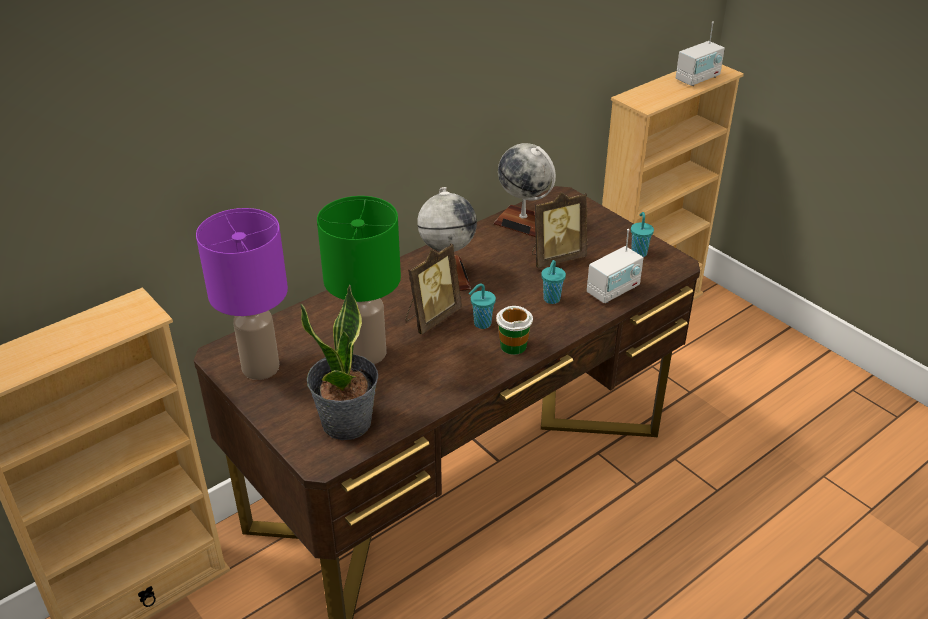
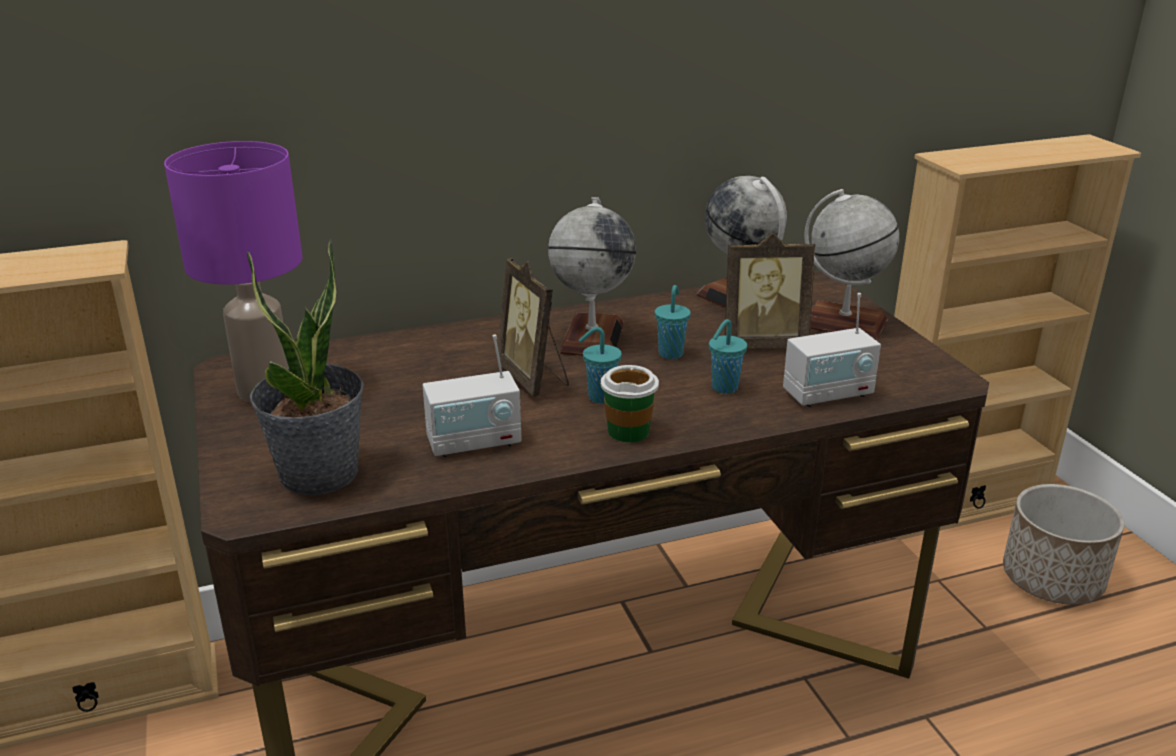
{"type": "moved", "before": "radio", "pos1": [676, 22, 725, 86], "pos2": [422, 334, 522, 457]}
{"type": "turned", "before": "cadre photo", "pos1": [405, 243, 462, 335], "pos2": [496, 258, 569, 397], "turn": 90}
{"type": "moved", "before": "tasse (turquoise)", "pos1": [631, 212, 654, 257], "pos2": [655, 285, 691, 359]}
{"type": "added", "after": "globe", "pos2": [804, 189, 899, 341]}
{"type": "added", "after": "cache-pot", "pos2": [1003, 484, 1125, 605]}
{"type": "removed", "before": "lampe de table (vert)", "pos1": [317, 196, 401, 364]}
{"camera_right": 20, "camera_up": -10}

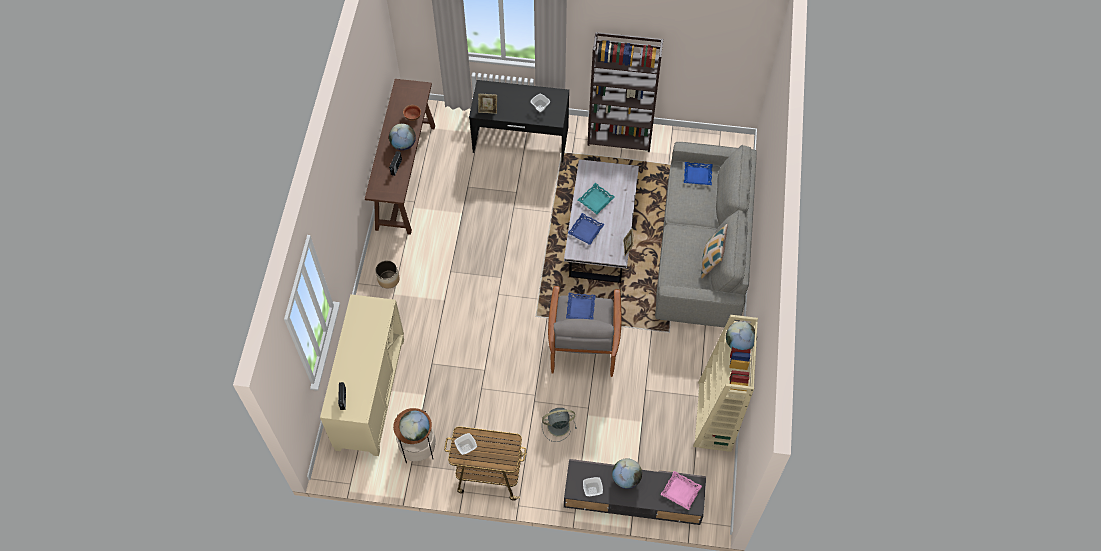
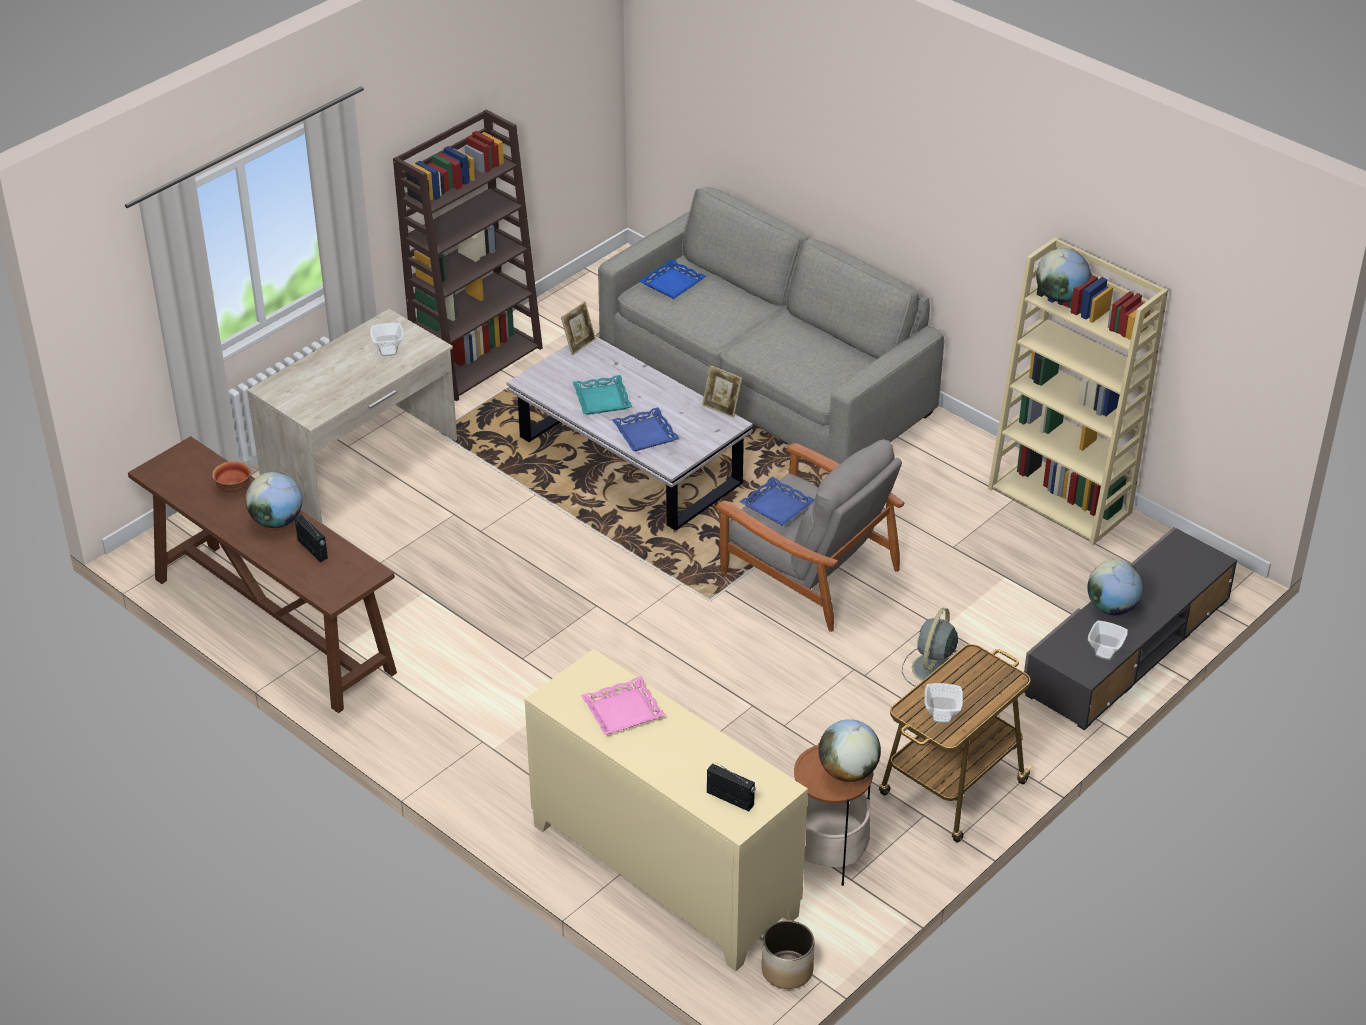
{"type": "recoloured", "before": "bureau (noir)", "after": "bureau (beige)", "pos1": [469, 80, 569, 162], "pos2": [247, 309, 457, 525]}
{"type": "moved", "before": "cadre photo", "pos1": [478, 94, 497, 114], "pos2": [561, 302, 596, 355]}
{"type": "moved", "before": "plateau (rose)", "pos1": [661, 471, 702, 510], "pos2": [581, 677, 665, 735]}
{"type": "moved", "before": "cache-pot", "pos1": [375, 260, 399, 289], "pos2": [762, 920, 815, 989]}
{"type": "removed", "before": "coussin", "pos1": [701, 224, 728, 278]}
{"camera_right": -55, "camera_up": -20}

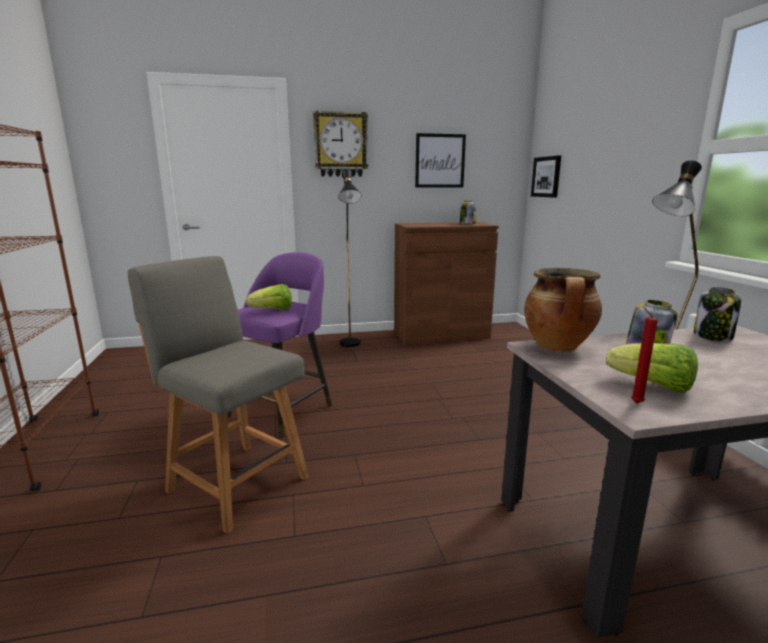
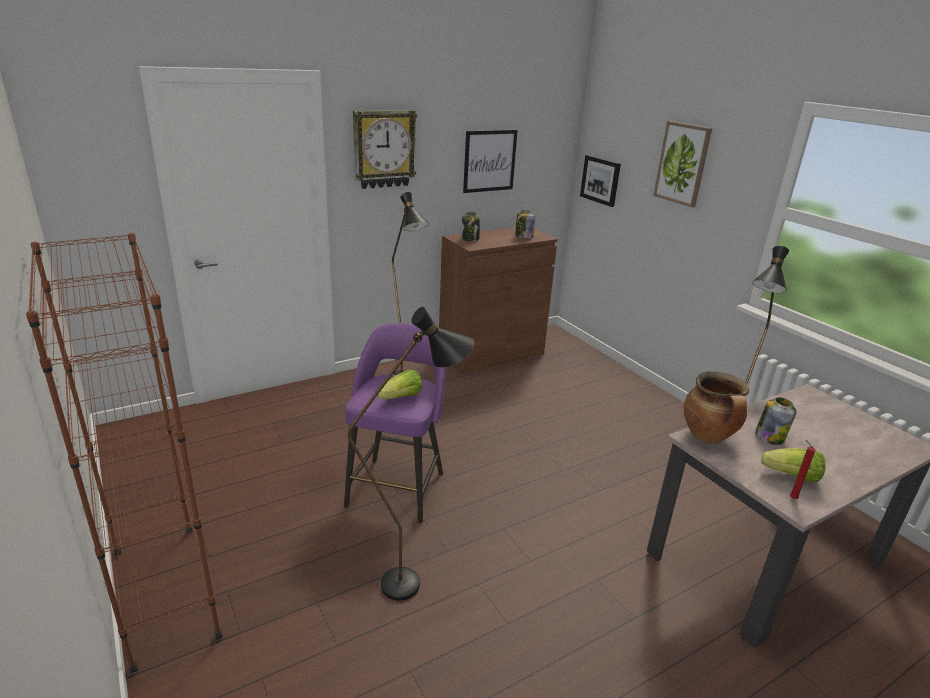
{"type": "replaced", "before": "chaise (gris)", "after": "lampadaire (noir)", "pos1": [128, 256, 309, 534], "pos2": [348, 307, 474, 601]}
{"type": "moved", "before": "bocal", "pos1": [694, 287, 741, 342], "pos2": [462, 212, 480, 242]}
{"type": "added", "after": "tableau", "pos2": [653, 121, 712, 207]}
{"camera_right": -20, "camera_up": 10}

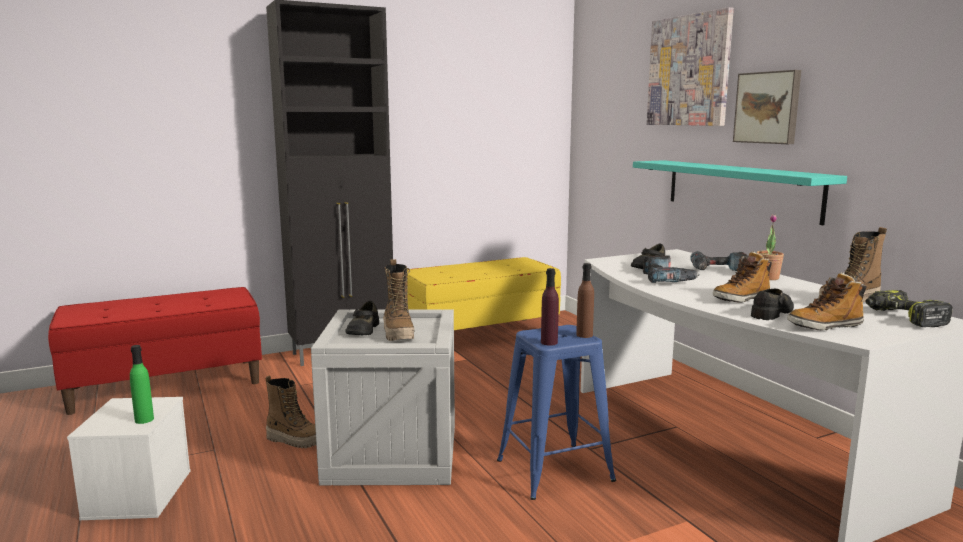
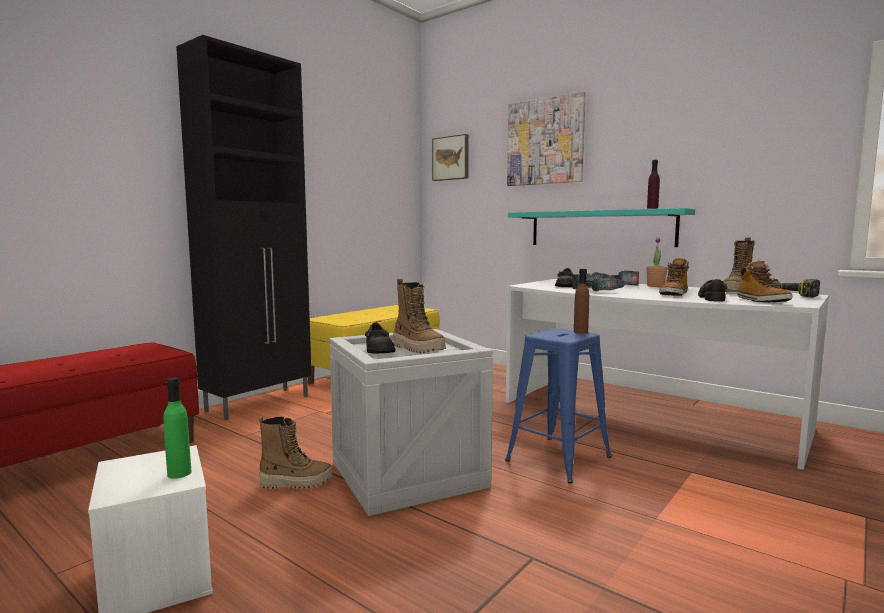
{"type": "moved", "before": "tableau", "pos1": [733, 70, 801, 144], "pos2": [432, 134, 469, 181]}
{"type": "moved", "before": "bouteille (violet)", "pos1": [541, 268, 559, 346], "pos2": [647, 160, 660, 209]}
{"type": "turned", "before": "botte", "pos1": [787, 272, 867, 330], "pos2": [737, 260, 793, 303], "turn": -60}
{"camera_right": -25, "camera_up": -5}

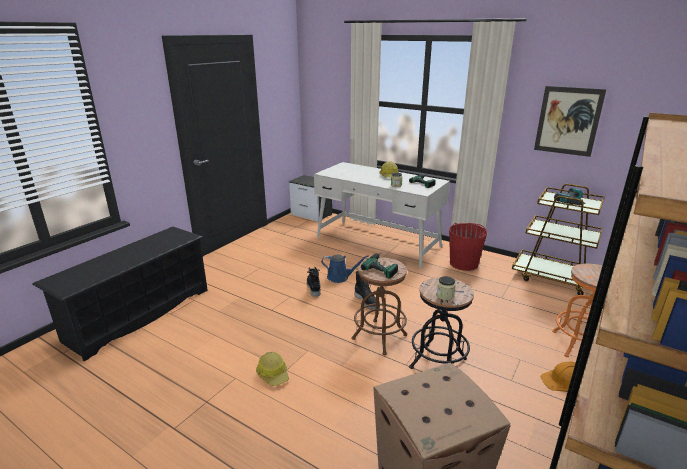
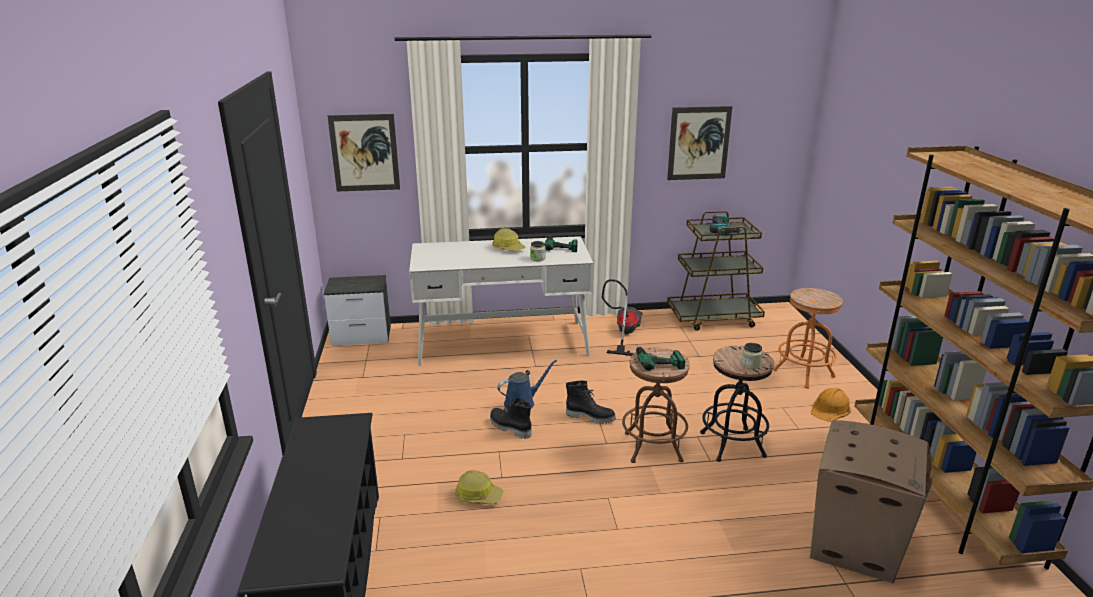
{"type": "added", "after": "tableau", "pos2": [327, 114, 400, 192]}
{"type": "moved", "before": "casque de chantier", "pos1": [256, 352, 289, 386], "pos2": [455, 470, 504, 504]}
{"type": "replaced", "before": "seau (rouge)", "after": "aspirateur", "pos1": [449, 223, 487, 271], "pos2": [602, 279, 643, 356]}
{"camera_right": -40, "camera_up": 0}

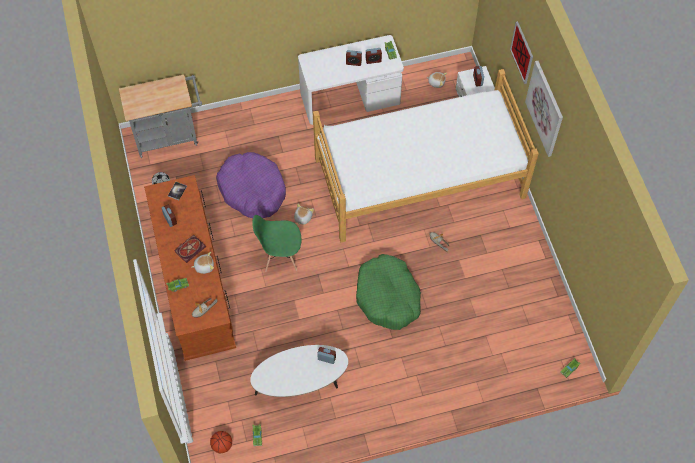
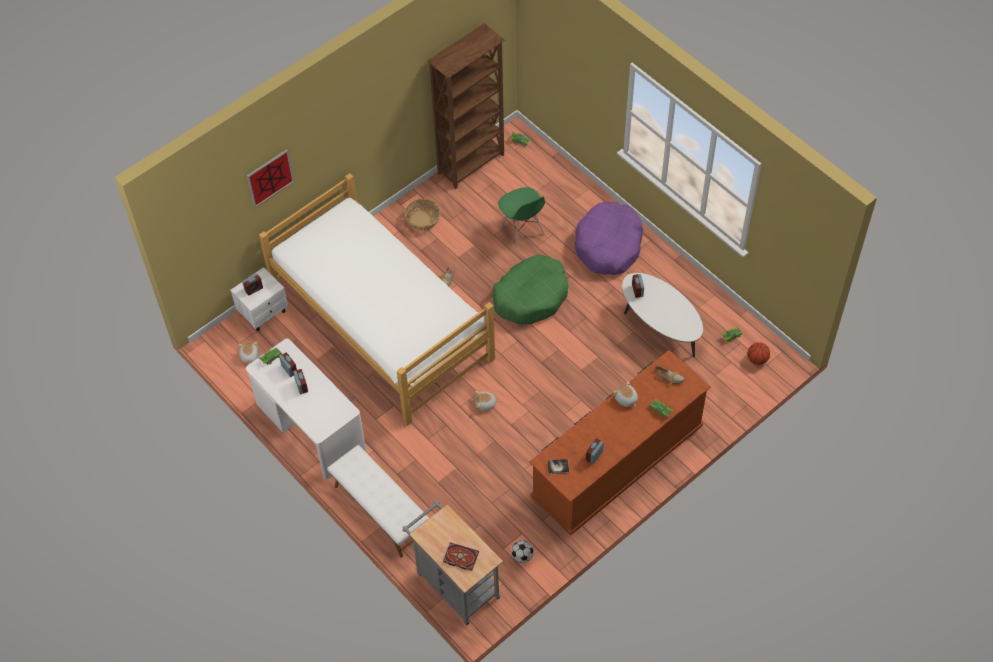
{"type": "added", "after": "banc (blanc)", "pos2": [327, 445, 429, 557]}
{"type": "added", "after": "panier", "pos2": [405, 199, 441, 231]}
{"type": "added", "after": "bibliothèque (marron)", "pos2": [427, 23, 505, 189]}
{"type": "moved", "before": "livre", "pos1": [174, 235, 206, 263], "pos2": [443, 542, 479, 571]}
{"type": "moved", "before": "chaise (vert)", "pos1": [252, 215, 301, 271], "pos2": [498, 187, 545, 248]}
{"type": "moved", "before": "panier pour chien (violet)", "pos1": [216, 152, 286, 218], "pos2": [574, 202, 643, 275]}
{"type": "removed", "before": "tableau", "pos1": [525, 61, 563, 157]}
{"camera_right": -115, "camera_up": -5}

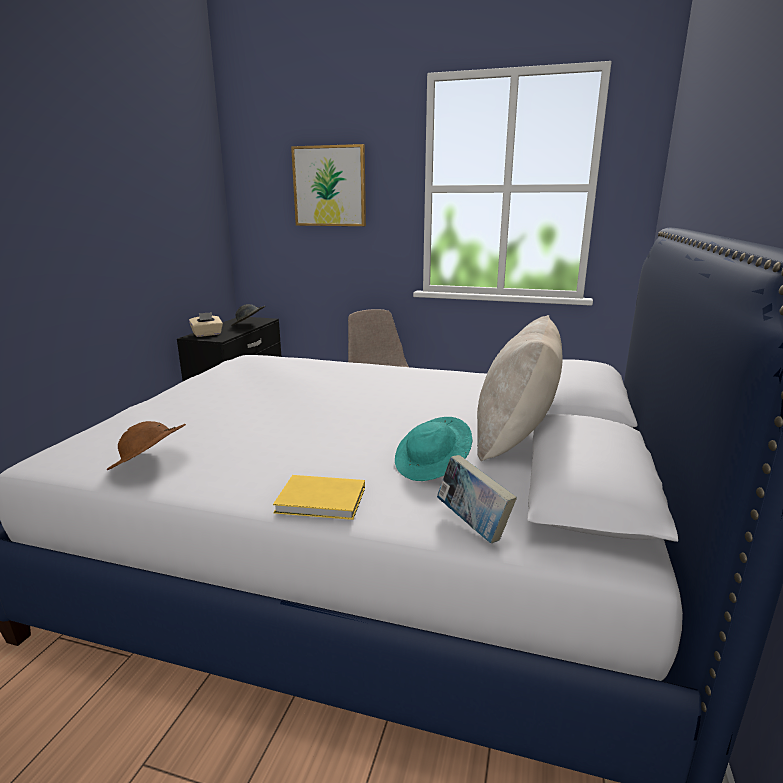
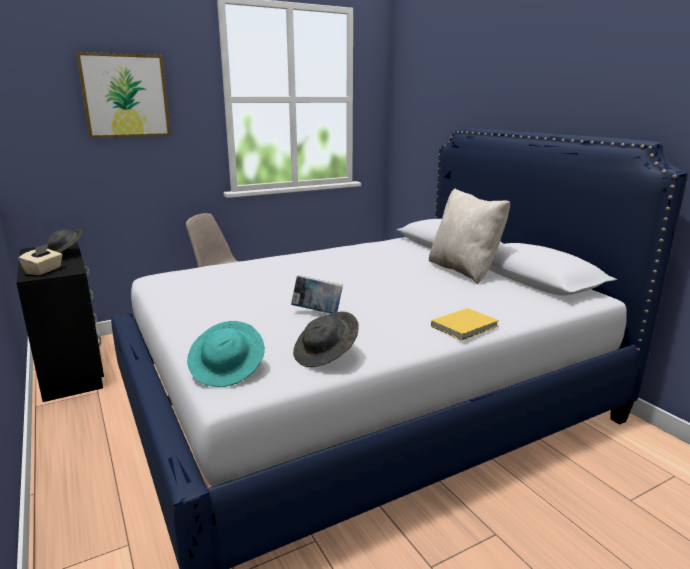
{"type": "moved", "before": "chapeau (turquoise)", "pos1": [395, 417, 472, 481], "pos2": [187, 321, 265, 387]}
{"type": "moved", "before": "livre", "pos1": [437, 455, 517, 543], "pos2": [291, 275, 343, 314]}
{"type": "recoloured", "before": "chapeau (marron)", "after": "chapeau (gris)", "pos1": [107, 421, 186, 470], "pos2": [293, 312, 359, 367]}
{"camera_right": -45, "camera_up": 0}

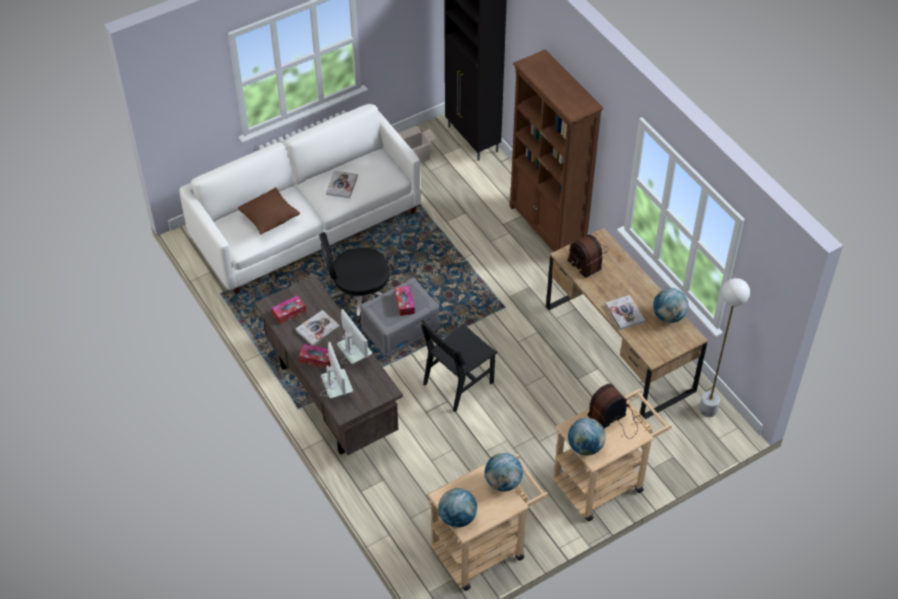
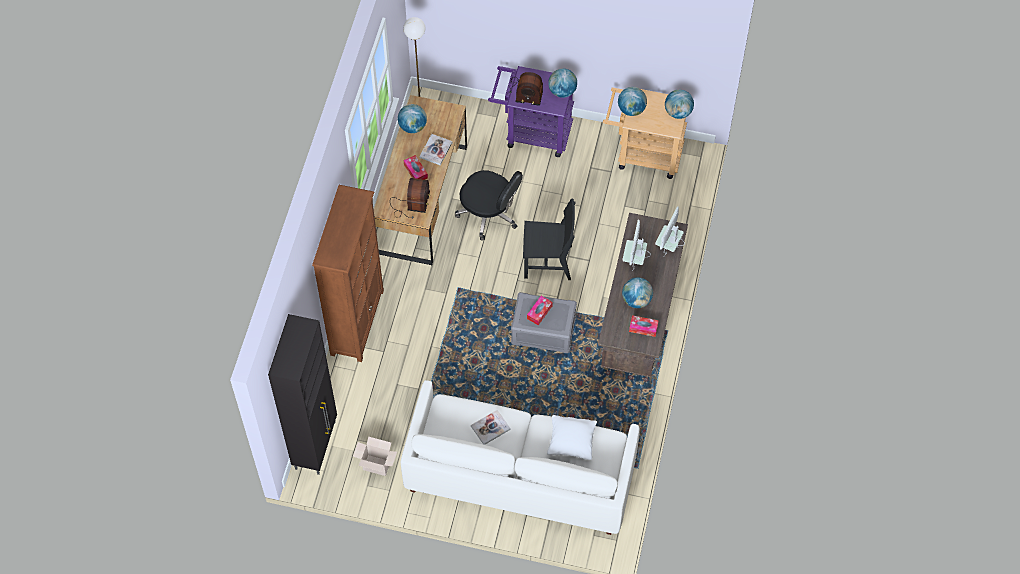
{"type": "moved", "before": "boîte à mouchoirs", "pos1": [299, 344, 330, 368], "pos2": [404, 155, 428, 180]}
{"type": "moved", "before": "chaise de bureau (noir)", "pos1": [319, 232, 389, 325], "pos2": [455, 170, 523, 241]}
{"type": "recoloured", "before": "chariot (beige)", "after": "chariot (violet)", "pos1": [553, 389, 672, 521], "pos2": [488, 66, 574, 157]}
{"type": "recoloured", "before": "coussin (marron)", "after": "coussin (blanc)", "pos1": [238, 187, 300, 234], "pos2": [547, 415, 597, 460]}
{"type": "replaced", "before": "livre", "after": "globe", "pos1": [295, 310, 340, 346], "pos2": [622, 277, 653, 308]}
{"camera_right": -135, "camera_up": 10}

